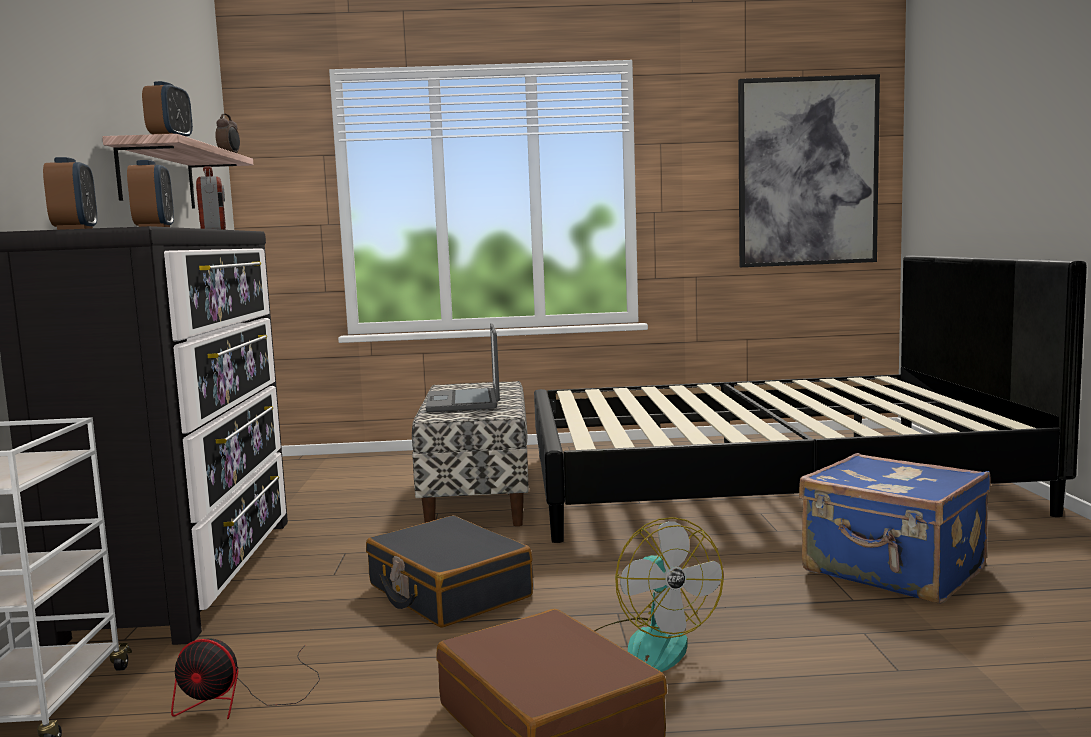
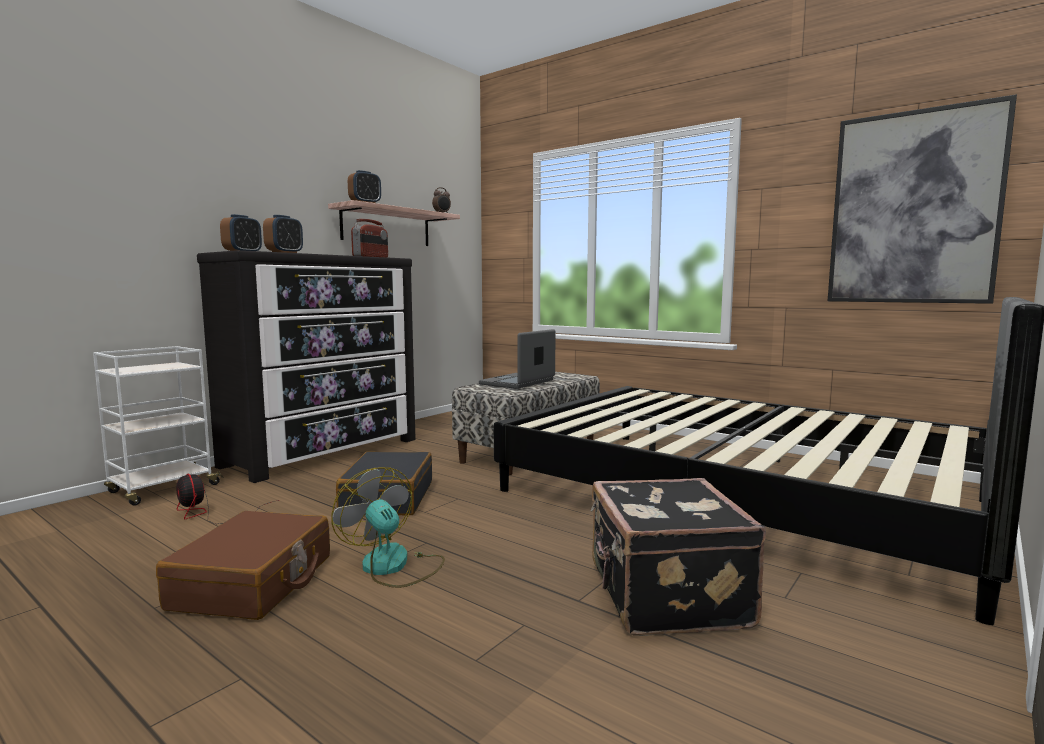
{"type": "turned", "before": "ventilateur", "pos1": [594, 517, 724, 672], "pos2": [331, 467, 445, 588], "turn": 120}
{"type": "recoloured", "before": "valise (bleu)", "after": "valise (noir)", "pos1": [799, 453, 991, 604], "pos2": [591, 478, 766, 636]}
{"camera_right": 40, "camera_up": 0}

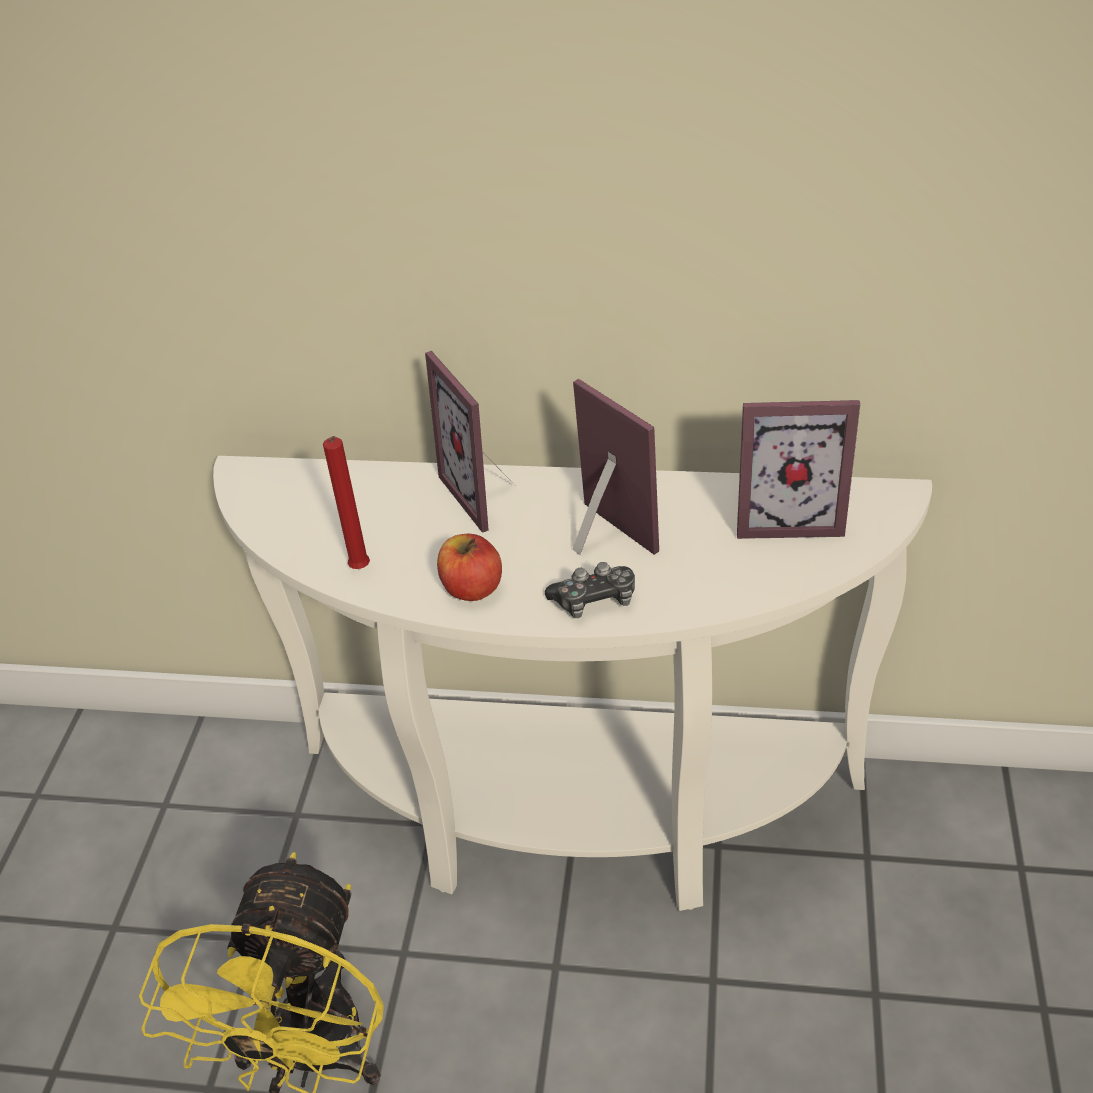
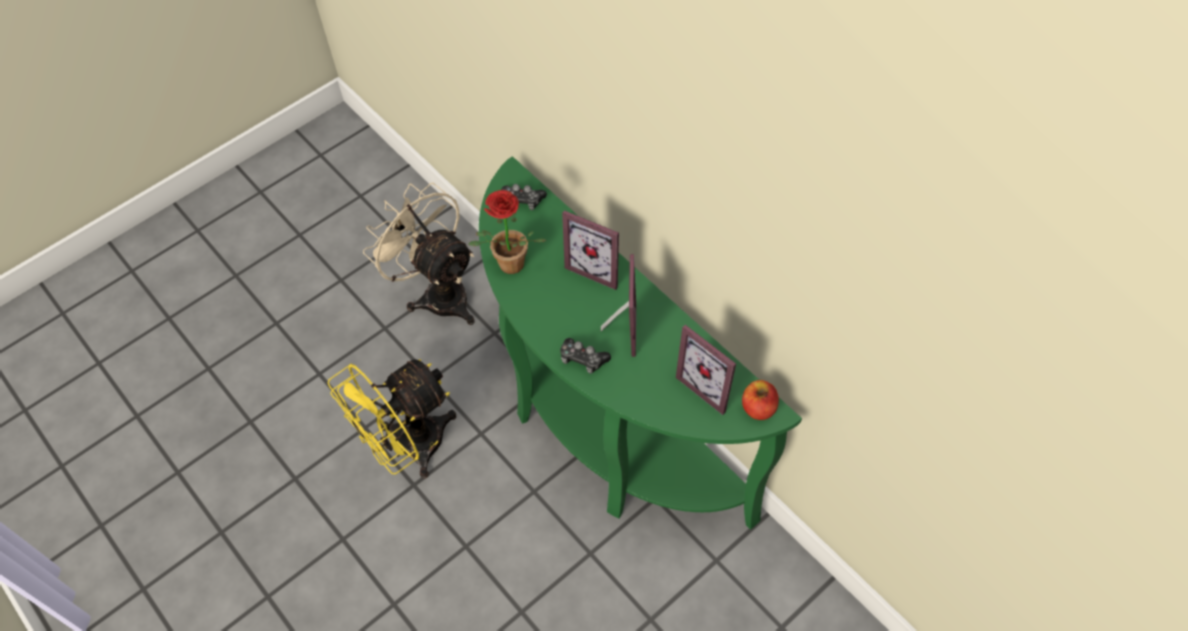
{"type": "added", "after": "ventilateur (beige)", "pos2": [363, 183, 475, 325]}
{"type": "replaced", "before": "bougie (rouge)", "after": "plante en pot", "pos1": [323, 436, 370, 569], "pos2": [469, 190, 547, 274]}
{"type": "recoloured", "before": "table console (blanc)", "after": "table console (vert)", "pos1": [213, 456, 932, 911], "pos2": [479, 156, 802, 530]}
{"type": "added", "after": "manette", "pos2": [501, 184, 547, 210]}
{"type": "turned", "before": "cadre photo", "pos1": [425, 351, 513, 533], "pos2": [562, 210, 619, 290], "turn": -75}
{"type": "moved", "before": "pomme", "pos1": [437, 534, 502, 601], "pos2": [742, 380, 779, 420]}
{"camera_right": 40, "camera_up": 15}

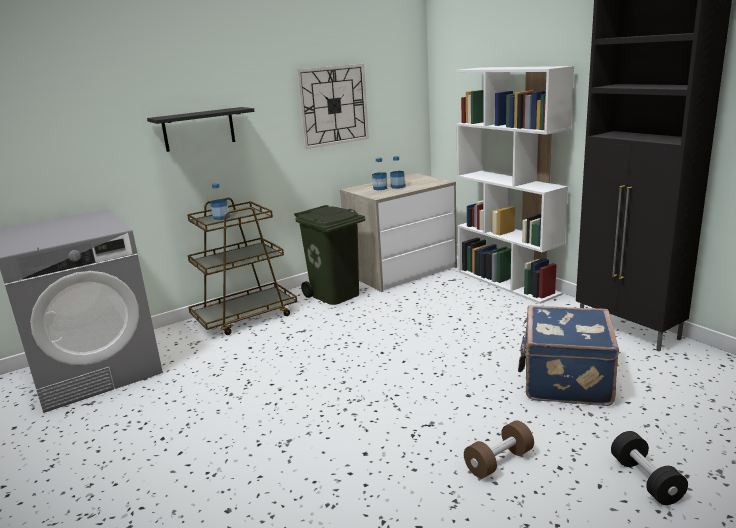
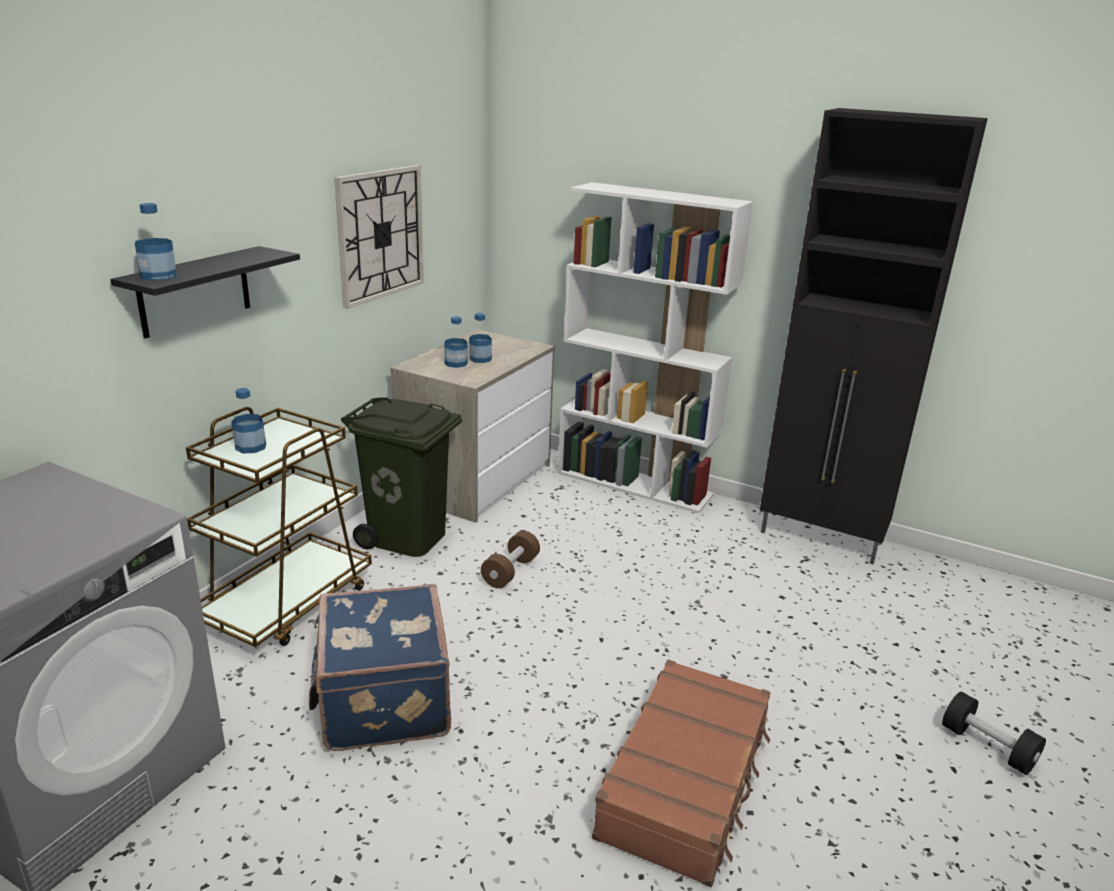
{"type": "added", "after": "bouteille", "pos2": [135, 203, 177, 281]}
{"type": "moved", "before": "valise (bleu)", "pos1": [518, 305, 619, 406], "pos2": [309, 584, 451, 751]}
{"type": "moved", "before": "haltère (marron)", "pos1": [464, 420, 534, 479], "pos2": [481, 531, 540, 588]}
{"type": "added", "after": "valise (marron)", "pos2": [592, 660, 770, 887]}
{"camera_right": -30, "camera_up": 5}

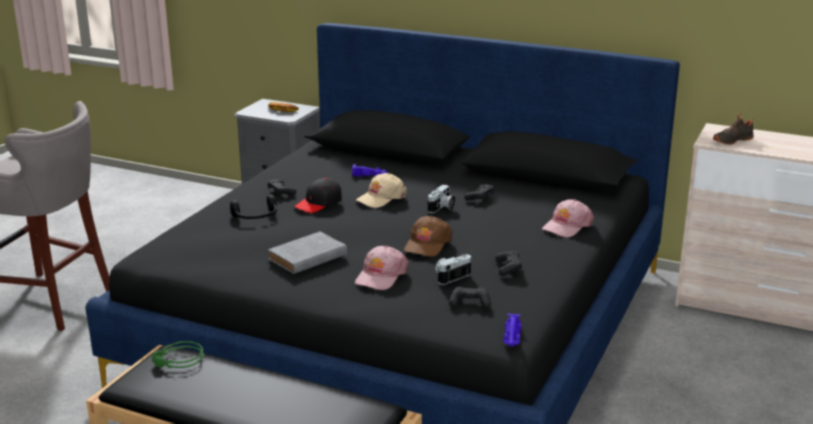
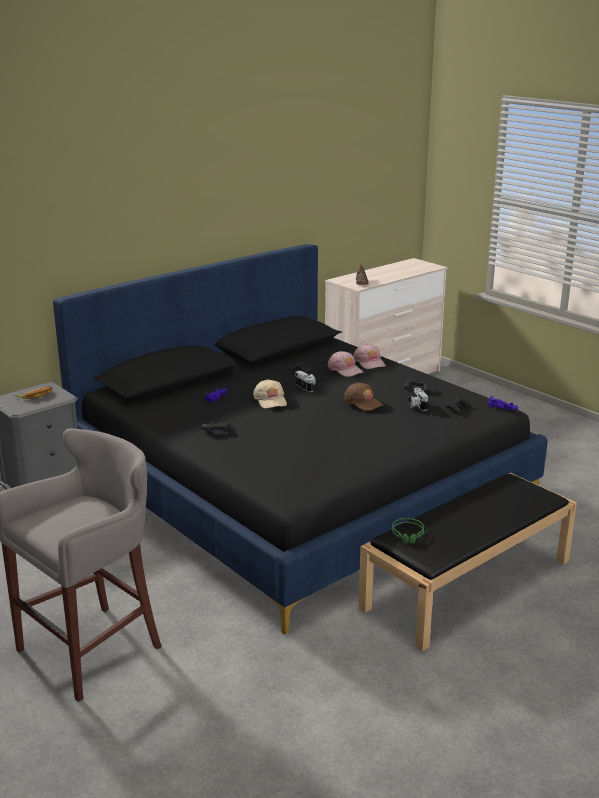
{"type": "moved", "before": "casquette (rose)", "pos1": [355, 246, 409, 290], "pos2": [328, 351, 363, 377]}
{"type": "removed", "before": "casque audio (noir)", "pos1": [230, 195, 277, 219]}
{"type": "removed", "before": "livre (gris)", "pos1": [268, 231, 347, 274]}
{"type": "removed", "before": "casquette (noir)", "pos1": [294, 178, 342, 213]}
{"camera_right": -65, "camera_up": 0}

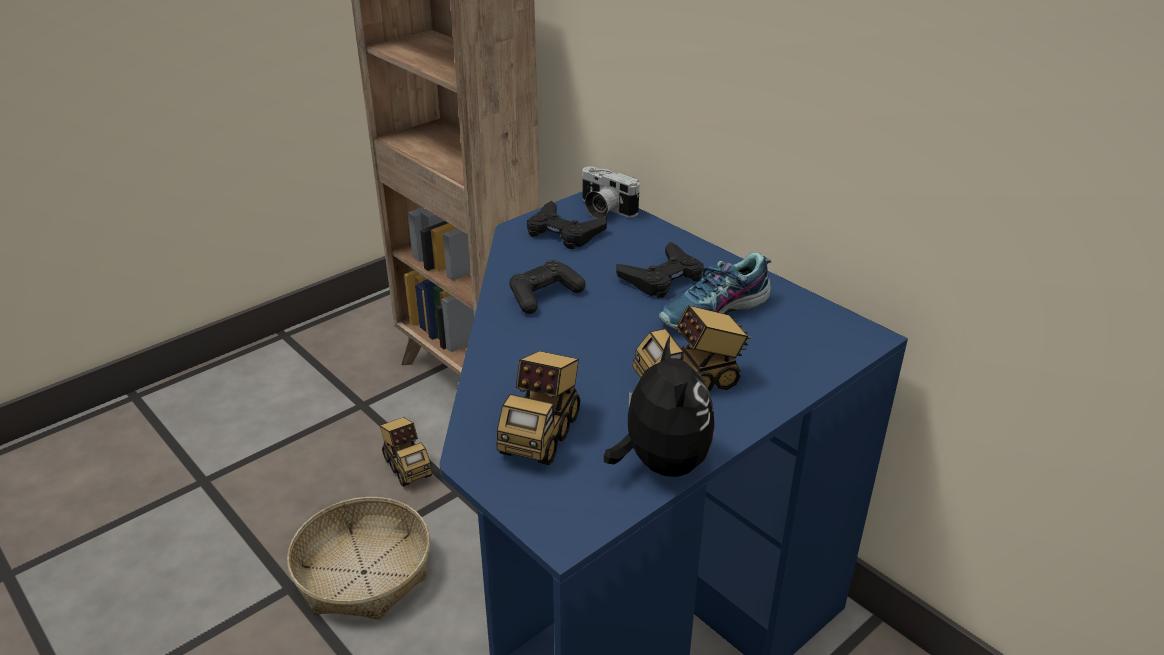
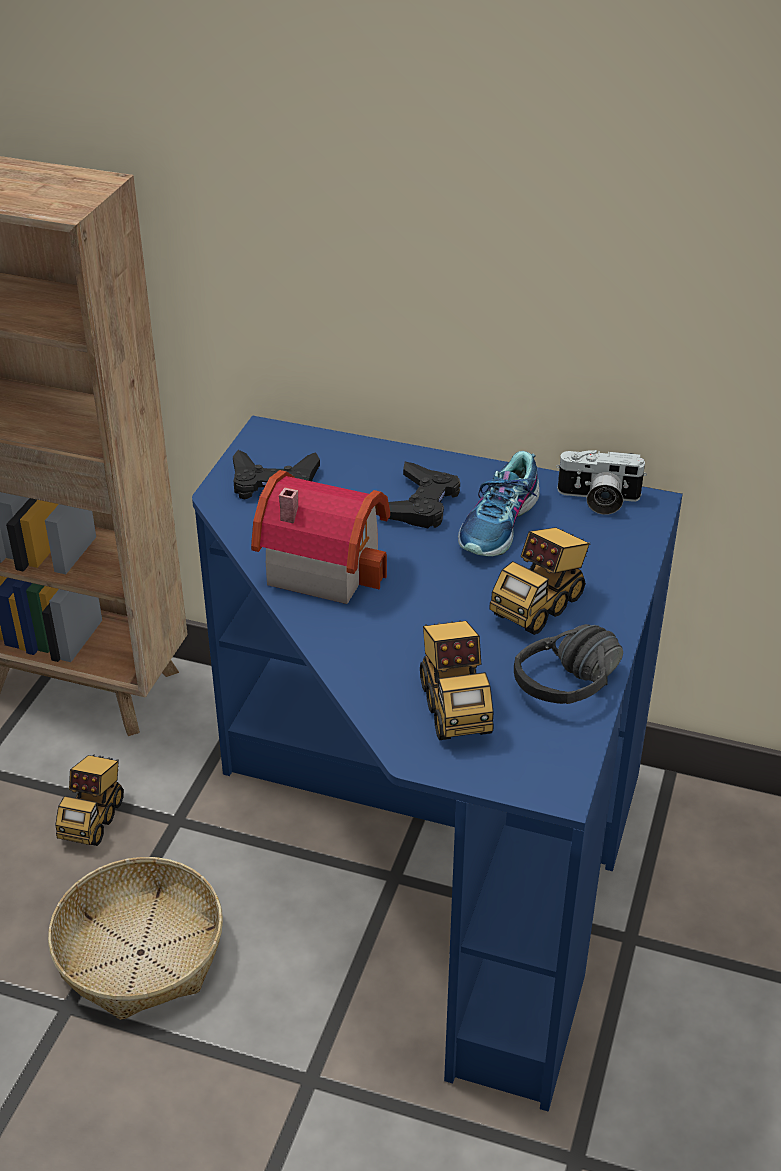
{"type": "turned", "before": "camion jouet", "pos1": [380, 417, 432, 487], "pos2": [55, 754, 124, 846], "turn": 75}
{"type": "replaced", "before": "manette (noir)", "after": "maison miniature", "pos1": [509, 260, 586, 314], "pos2": [251, 470, 390, 604]}
{"type": "replaced", "before": "peluche", "after": "casque audio (noir)", "pos1": [604, 336, 715, 477], "pos2": [514, 624, 623, 704]}
{"type": "moved", "before": "appareil photo", "pos1": [582, 166, 640, 219], "pos2": [556, 450, 647, 515]}
{"camera_right": -30, "camera_up": 5}

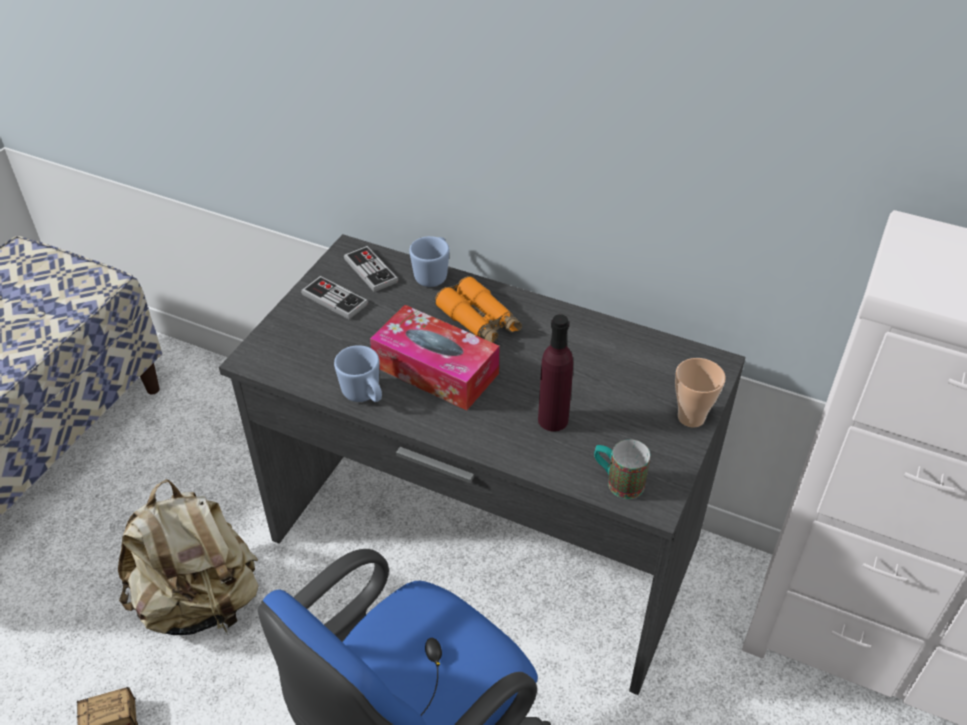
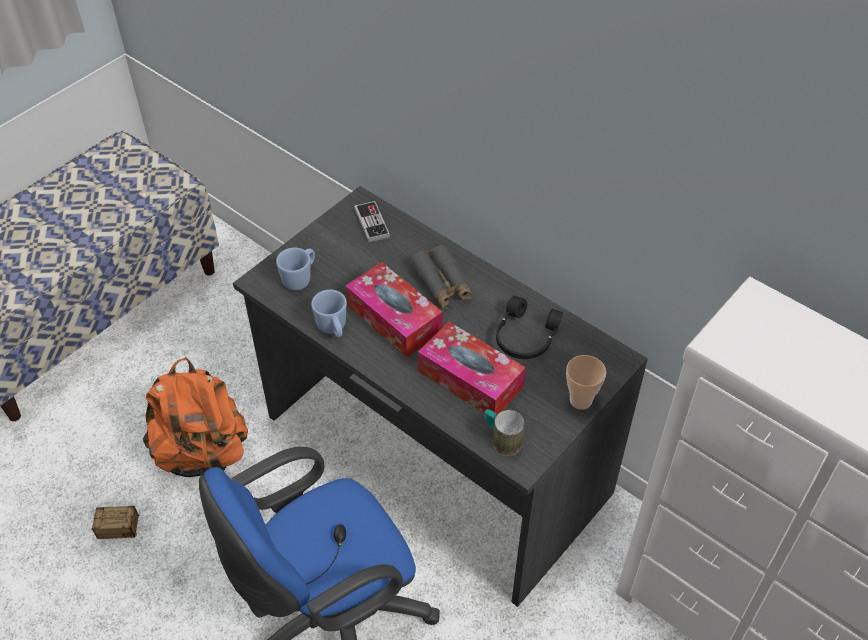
{"type": "recoloured", "before": "sac à dos (beige)", "after": "sac à dos (orange)", "pos1": [118, 479, 259, 635], "pos2": [143, 357, 248, 477]}
{"type": "moved", "before": "mug (bleu)", "pos1": [409, 236, 449, 287], "pos2": [276, 248, 315, 291]}
{"type": "recoloured", "before": "jumelles (orange)", "after": "jumelles (gris)", "pos1": [435, 276, 522, 343], "pos2": [411, 245, 473, 308]}
{"type": "replaced", "before": "bouteille (violet)", "after": "boîte à mouchoirs", "pos1": [538, 314, 573, 432], "pos2": [418, 322, 526, 419]}
{"type": "added", "after": "casque audio (noir)", "pos2": [496, 296, 563, 359]}
{"type": "removed", "before": "manette", "pos1": [301, 276, 368, 319]}
{"camera_right": 15, "camera_up": 5}

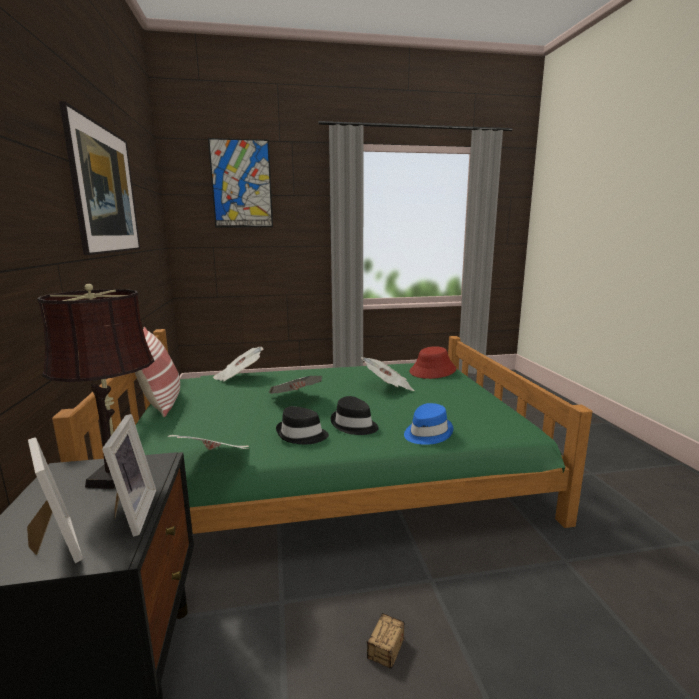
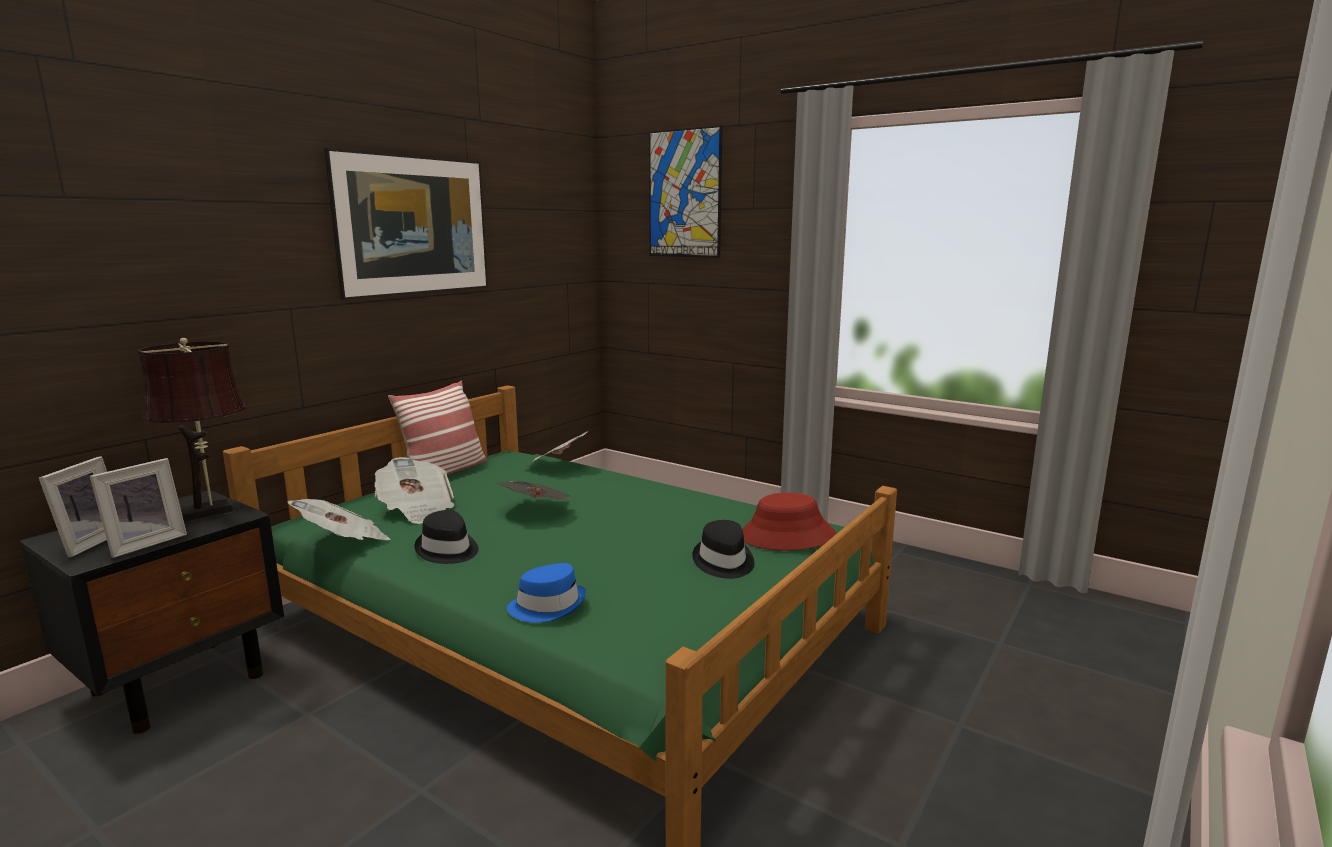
{"type": "moved", "before": "journal", "pos1": [361, 357, 414, 391], "pos2": [375, 457, 455, 524]}
{"type": "moved", "before": "chapeau (noir)", "pos1": [331, 396, 379, 435], "pos2": [692, 520, 754, 579]}
{"type": "removed", "before": "boîte de rangement", "pos1": [367, 613, 404, 669]}
{"camera_right": 45, "camera_up": 0}

